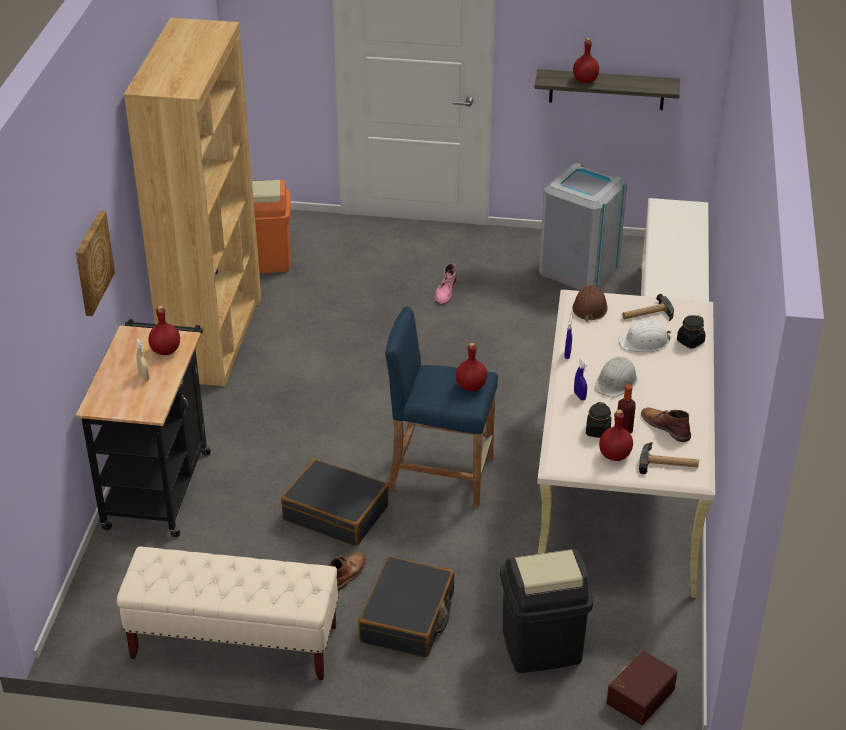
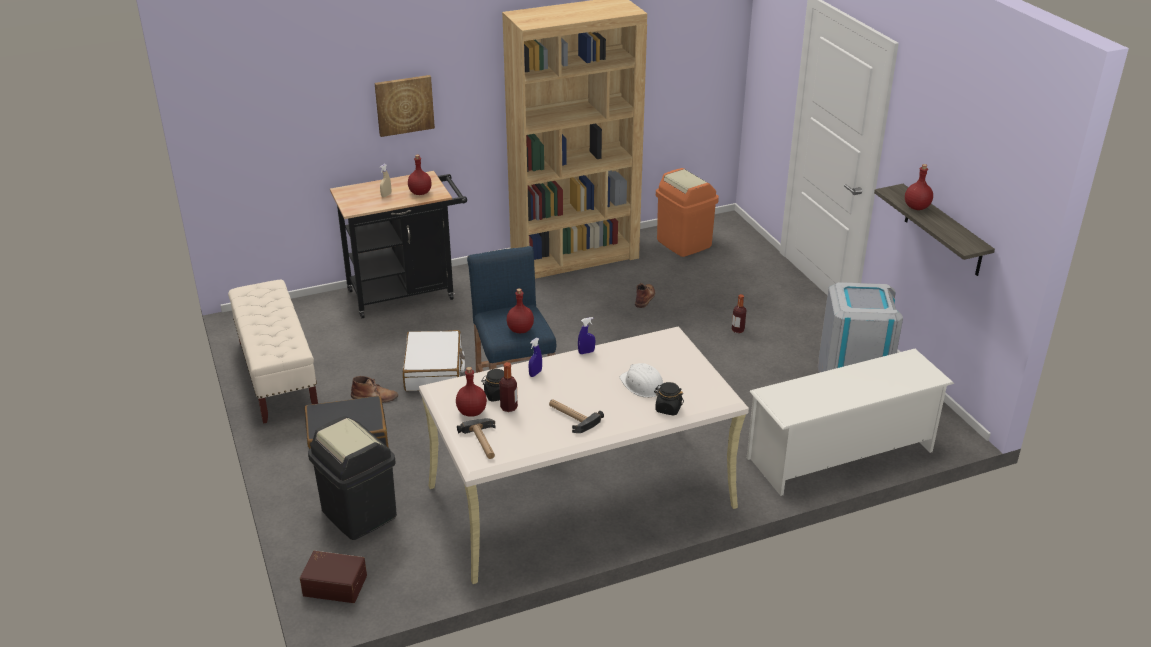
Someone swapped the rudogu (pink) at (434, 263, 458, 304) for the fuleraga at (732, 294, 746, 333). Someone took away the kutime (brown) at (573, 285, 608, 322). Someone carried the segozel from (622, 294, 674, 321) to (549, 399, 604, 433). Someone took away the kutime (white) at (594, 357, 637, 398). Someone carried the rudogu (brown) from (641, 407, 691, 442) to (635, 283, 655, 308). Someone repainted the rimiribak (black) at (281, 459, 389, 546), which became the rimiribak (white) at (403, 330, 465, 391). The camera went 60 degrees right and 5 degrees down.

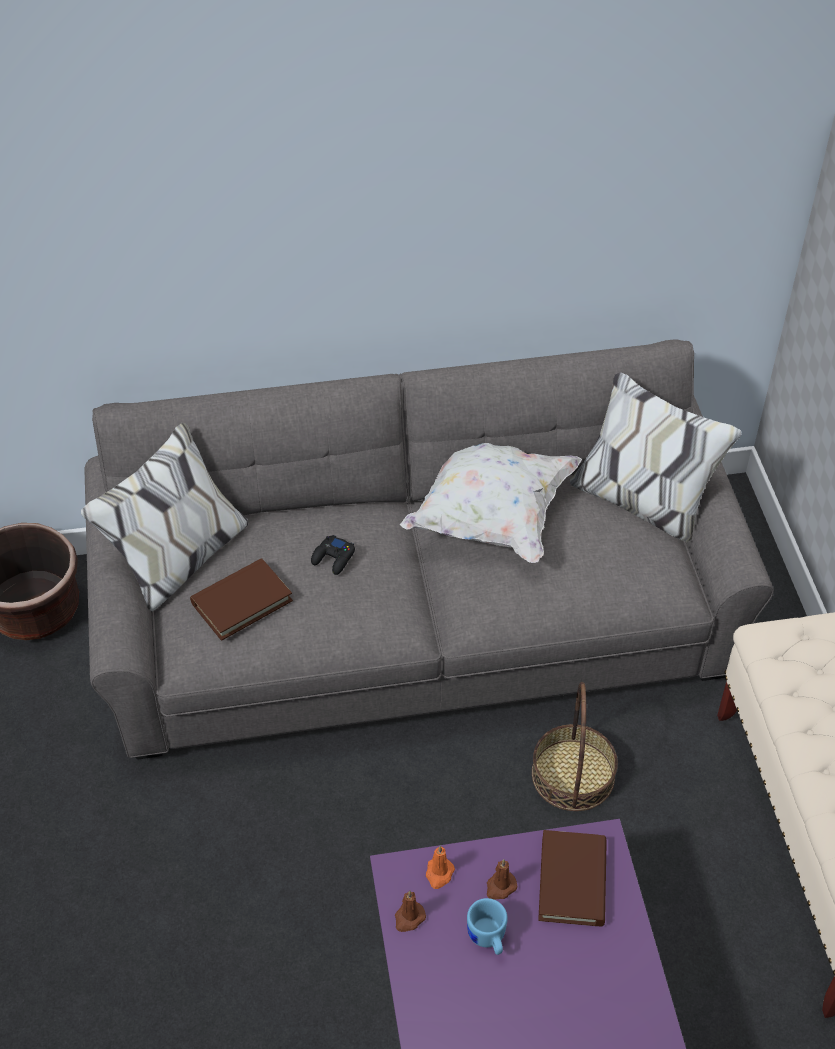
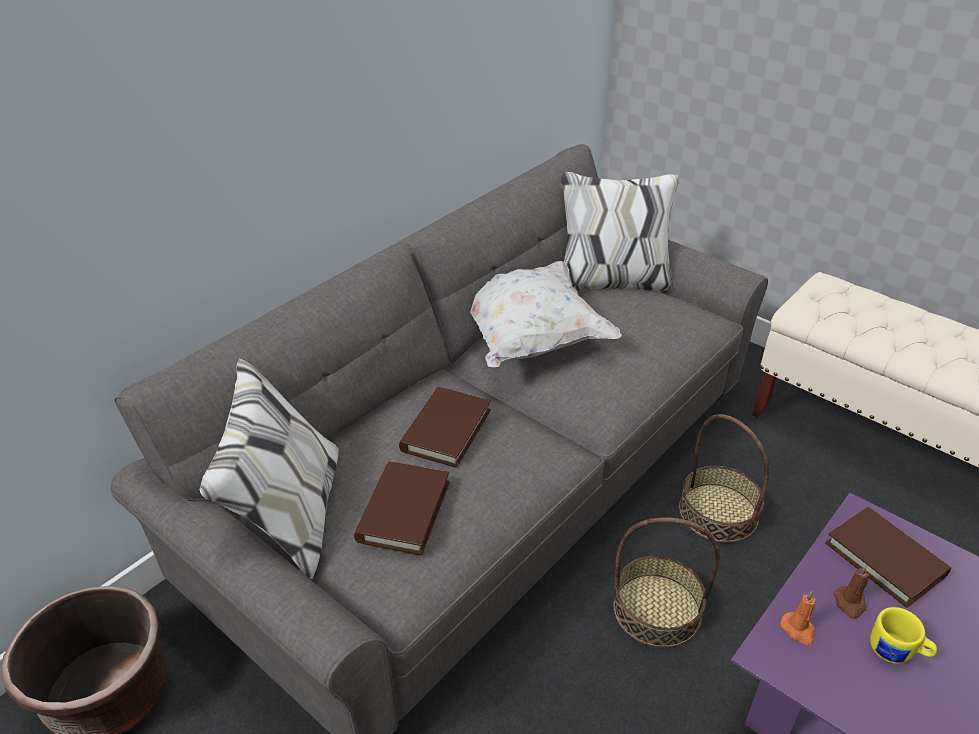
Someone swapped the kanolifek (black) at (311, 535, 355, 575) for the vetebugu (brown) at (399, 387, 491, 468). Someone took away the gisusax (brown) at (395, 891, 426, 932). Someone repainted the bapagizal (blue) at (467, 898, 508, 955), which became the bapagizal (yellow) at (870, 607, 937, 664). Someone put down the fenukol at (613, 517, 720, 648). The camera went 40 degrees left and 10 degrees down.

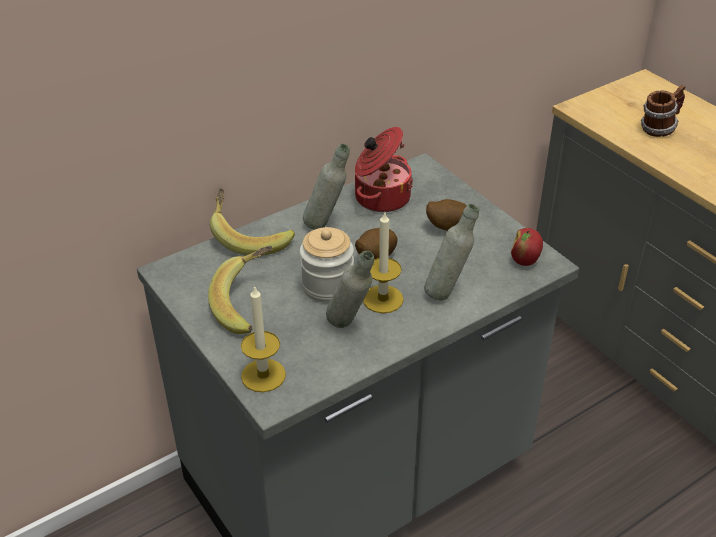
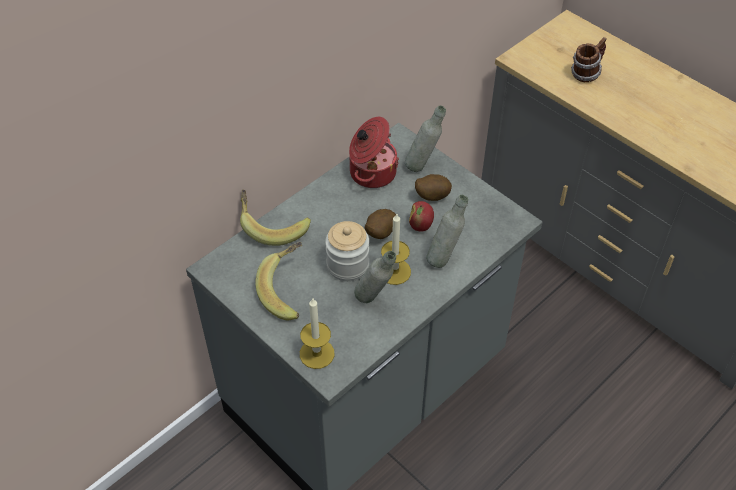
Someone carried the fuleraga (grey) from (303, 144, 350, 230) to (405, 106, 446, 172). Someone carried the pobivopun from (511, 228, 543, 266) to (409, 201, 434, 231). The camera went 10 degrees left and 10 degrees up.

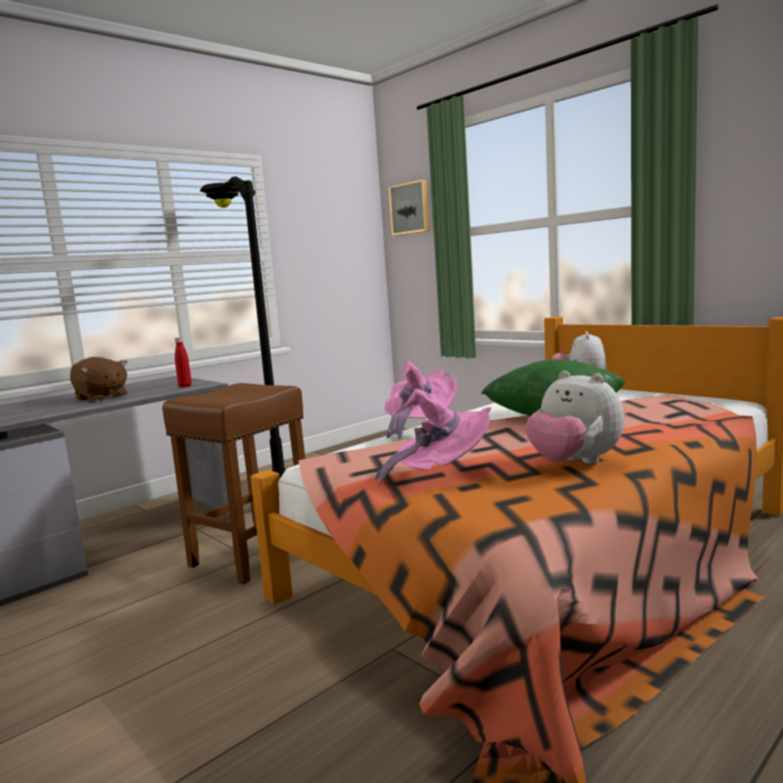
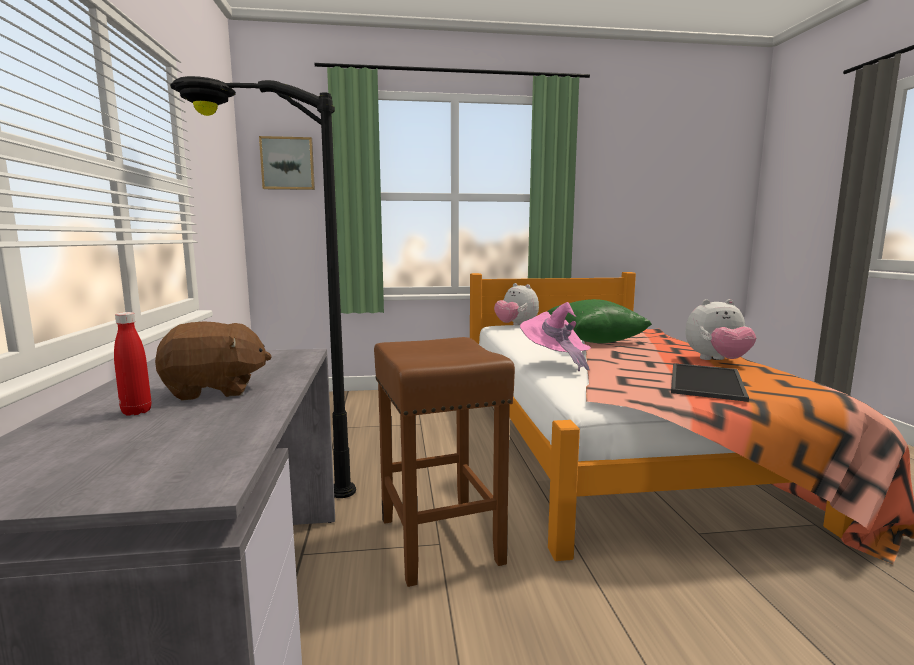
Someone carried the fuleraga (red) from (175, 337, 192, 387) to (114, 312, 151, 416). Someone swapped the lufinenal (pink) at (375, 389, 492, 486) for the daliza at (671, 363, 749, 402). The camera went 55 degrees left and 0 degrees up.

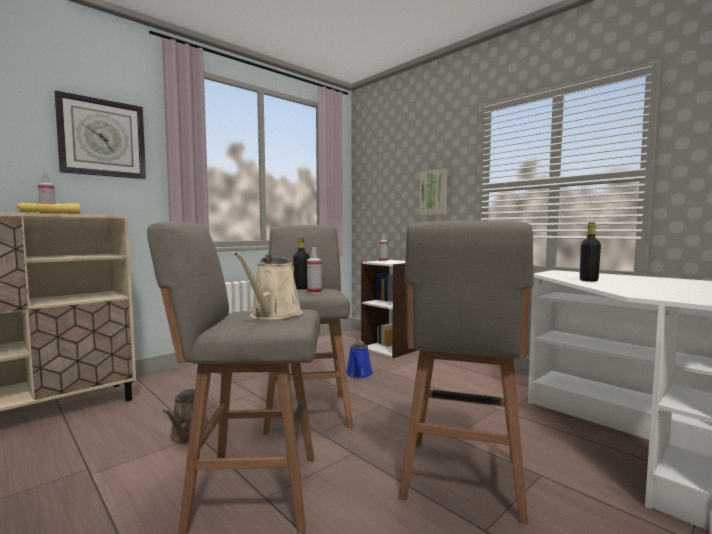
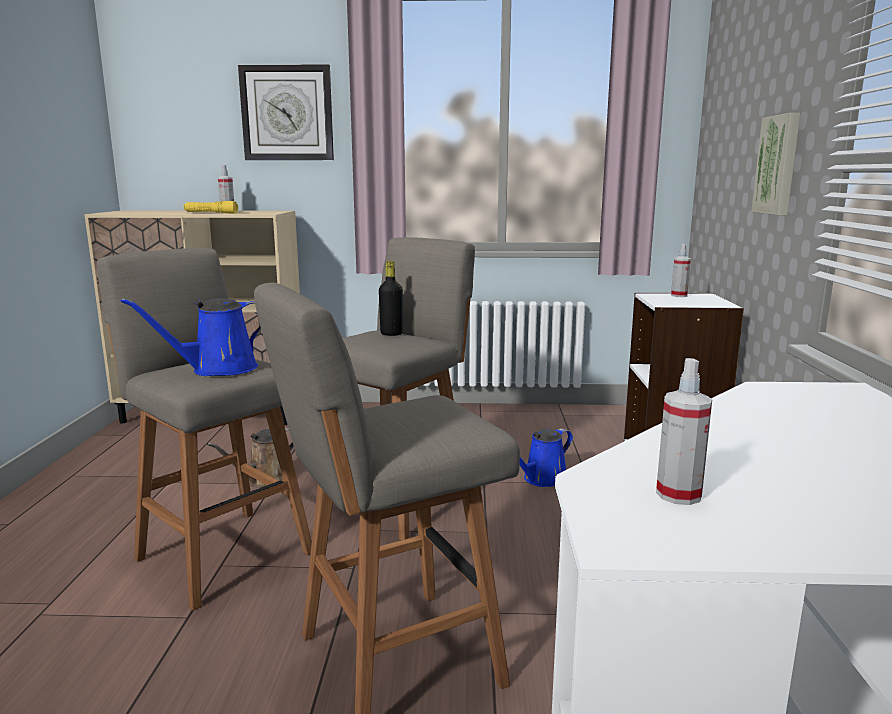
Someone took away the fuleraga (black) at (580, 222, 601, 282). Someone carried the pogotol from (307, 247, 322, 294) to (656, 358, 712, 505). Someone repainted the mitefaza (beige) at (234, 252, 302, 320), which became the mitefaza (blue) at (121, 298, 261, 376). The camera went 45 degrees right and 10 degrees up.

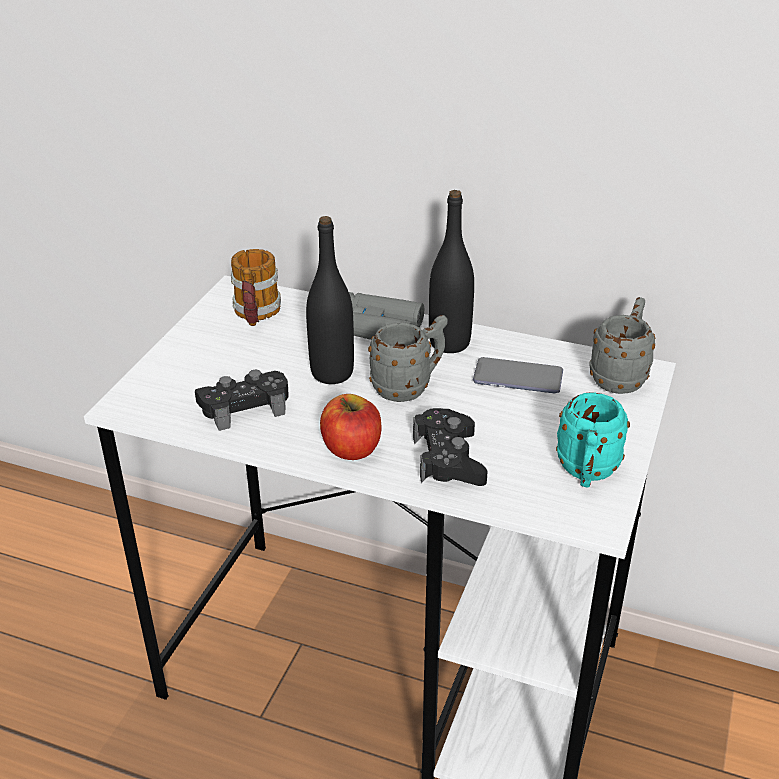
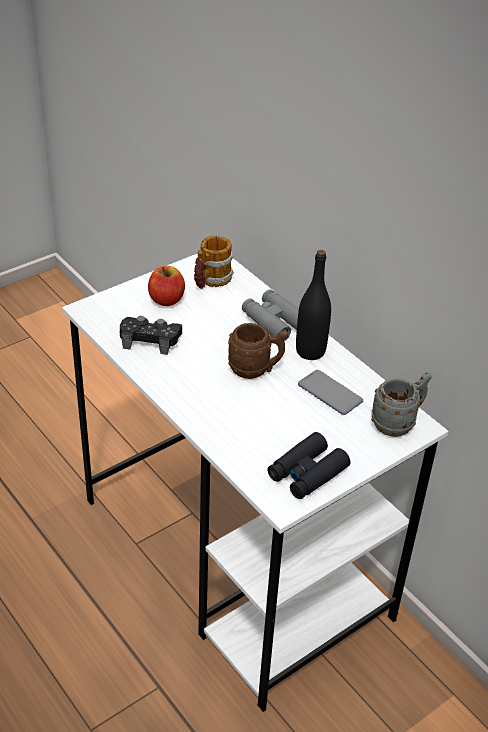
Someone took away the fuleraga (black) at (306, 216, 354, 384). Someone repainted the bapagizal (grey) at (368, 315, 448, 402), which became the bapagizal (brown) at (228, 323, 288, 379). Someone swapped the bapagizal (turquoise) at (556, 392, 630, 488) for the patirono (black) at (267, 432, 350, 499). Someone carried the pobivopun from (320, 394, 381, 460) to (148, 266, 185, 306). Someone took away the kanolifek (black) at (413, 408, 488, 486). The camera went 30 degrees right and 5 degrees up.

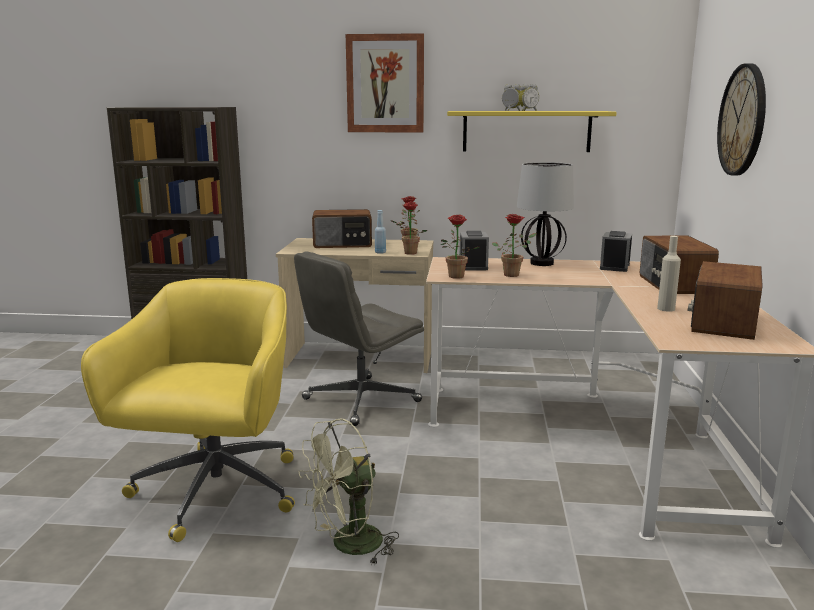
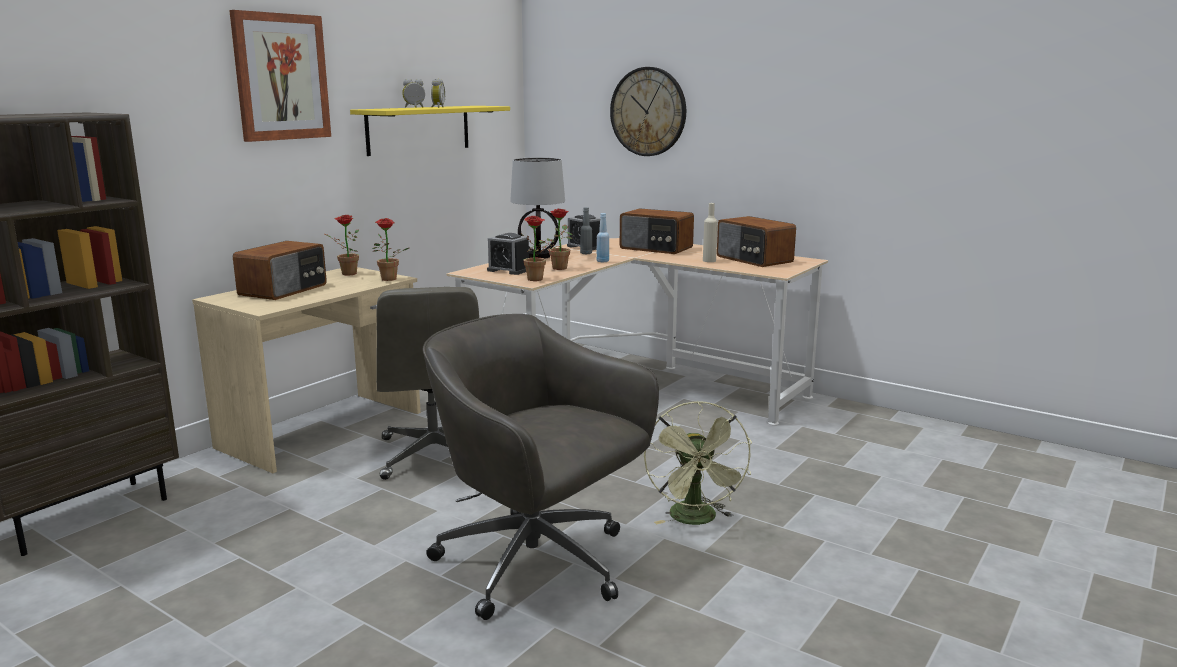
Someone carried the fuleraga (blue) from (375, 210, 386, 254) to (597, 213, 609, 262). Someone repainted the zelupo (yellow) at (81, 278, 295, 542), which became the zelupo (grey) at (423, 314, 659, 620). Someone put down the fuleraga (grey) at (580, 207, 592, 254). The camera went 60 degrees left and 0 degrees up.

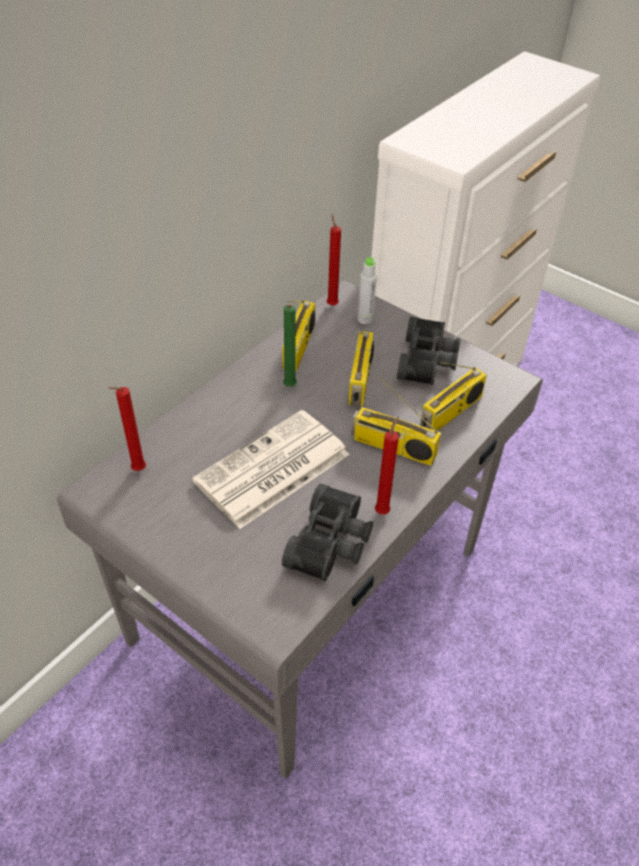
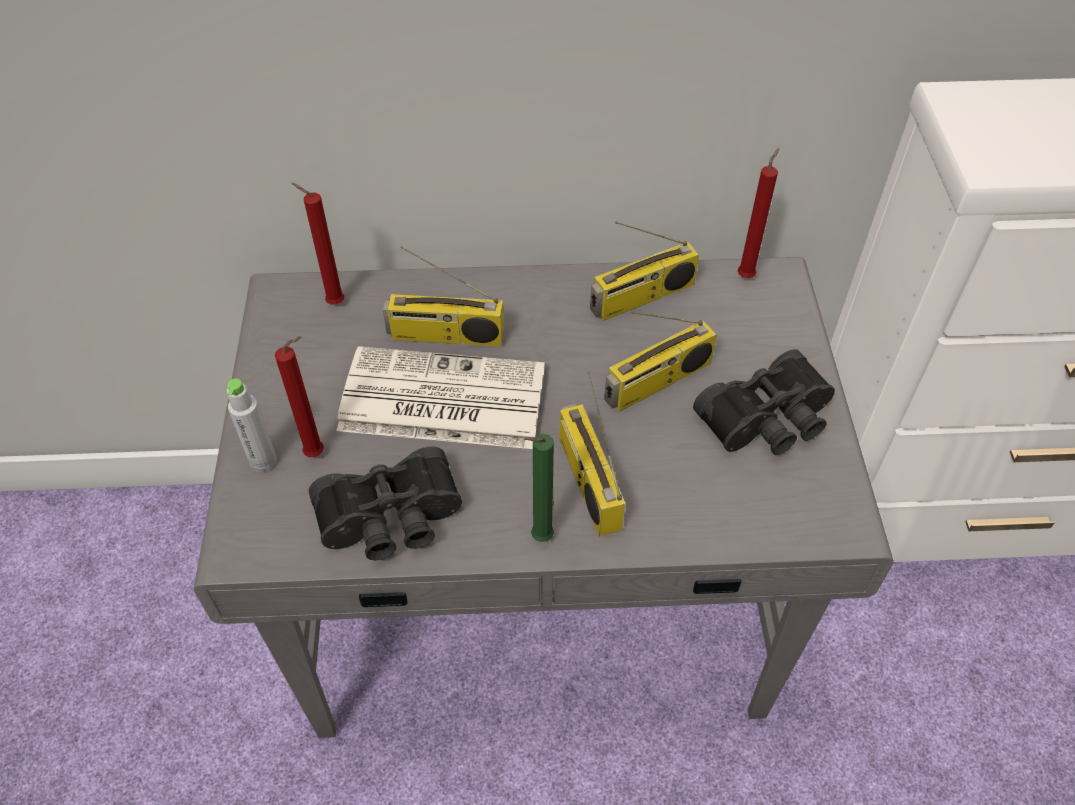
Someone carried the fuleraga (grey) from (357, 257, 377, 324) to (227, 379, 277, 472). Someone carried the gisusax (green) from (283, 304, 297, 387) to (524, 434, 554, 542). Someone carried the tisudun from (420, 362, 487, 430) to (383, 246, 504, 346). Someone carried the gisusax (red) from (375, 417, 399, 515) to (275, 336, 324, 457). The camera went 50 degrees right and 5 degrees up.

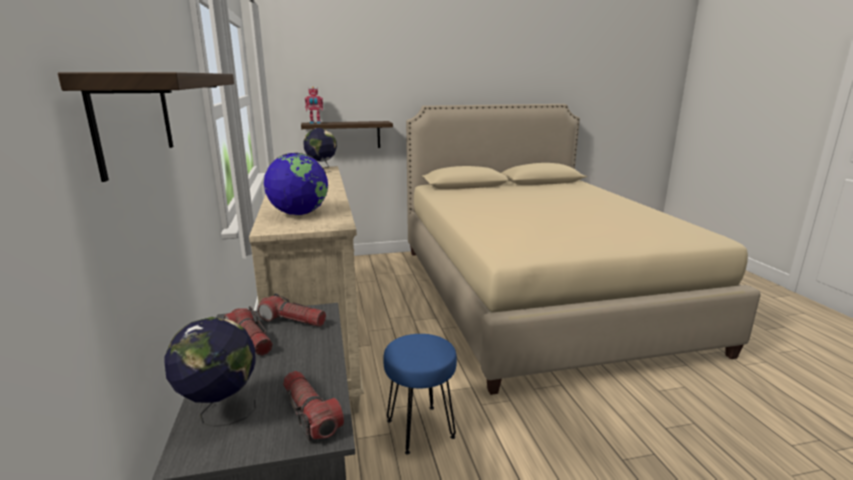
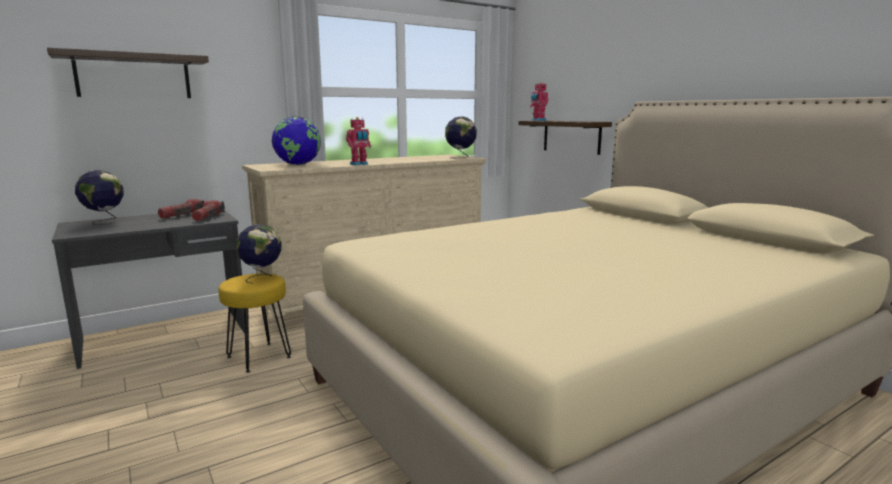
Someone repainted the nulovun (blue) at (383, 334, 457, 455), which became the nulovun (yellow) at (219, 273, 291, 373). Someone took away the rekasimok at (283, 371, 344, 441). Someone put down the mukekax at (346, 117, 371, 165). Someone put down the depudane at (236, 224, 282, 283). The camera went 70 degrees right and 5 degrees down.

